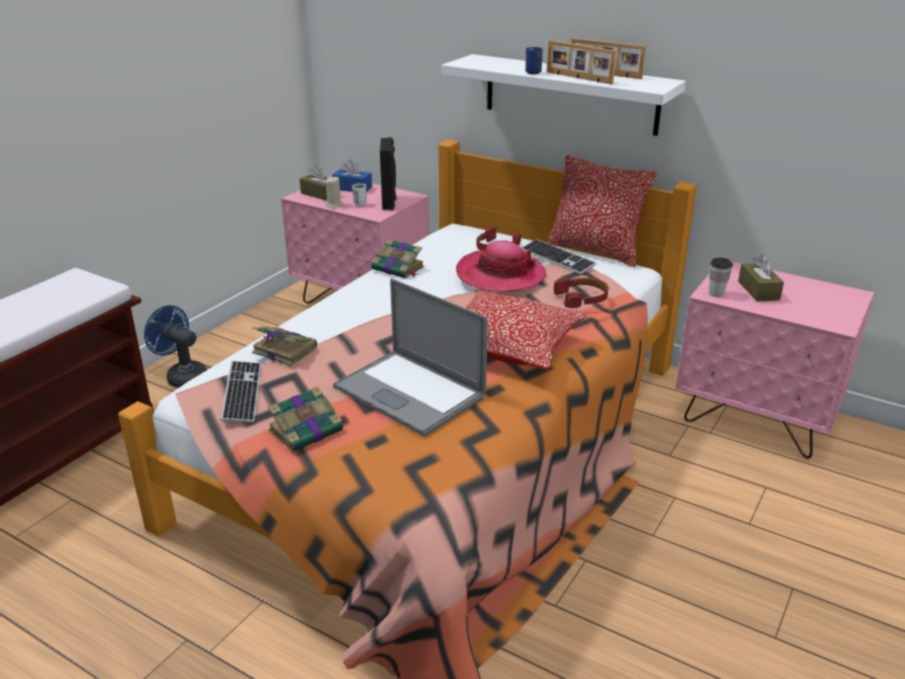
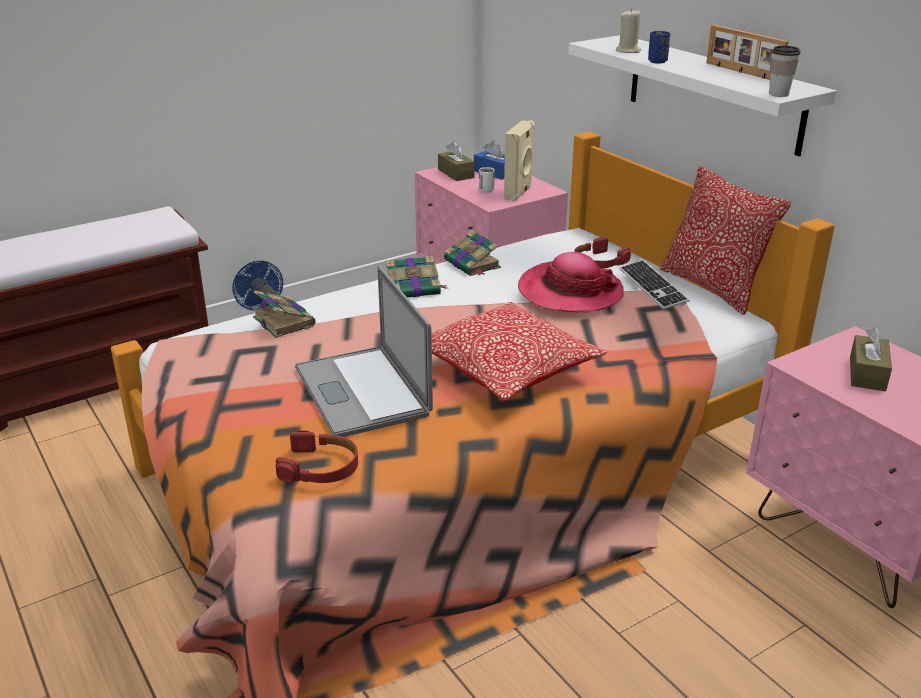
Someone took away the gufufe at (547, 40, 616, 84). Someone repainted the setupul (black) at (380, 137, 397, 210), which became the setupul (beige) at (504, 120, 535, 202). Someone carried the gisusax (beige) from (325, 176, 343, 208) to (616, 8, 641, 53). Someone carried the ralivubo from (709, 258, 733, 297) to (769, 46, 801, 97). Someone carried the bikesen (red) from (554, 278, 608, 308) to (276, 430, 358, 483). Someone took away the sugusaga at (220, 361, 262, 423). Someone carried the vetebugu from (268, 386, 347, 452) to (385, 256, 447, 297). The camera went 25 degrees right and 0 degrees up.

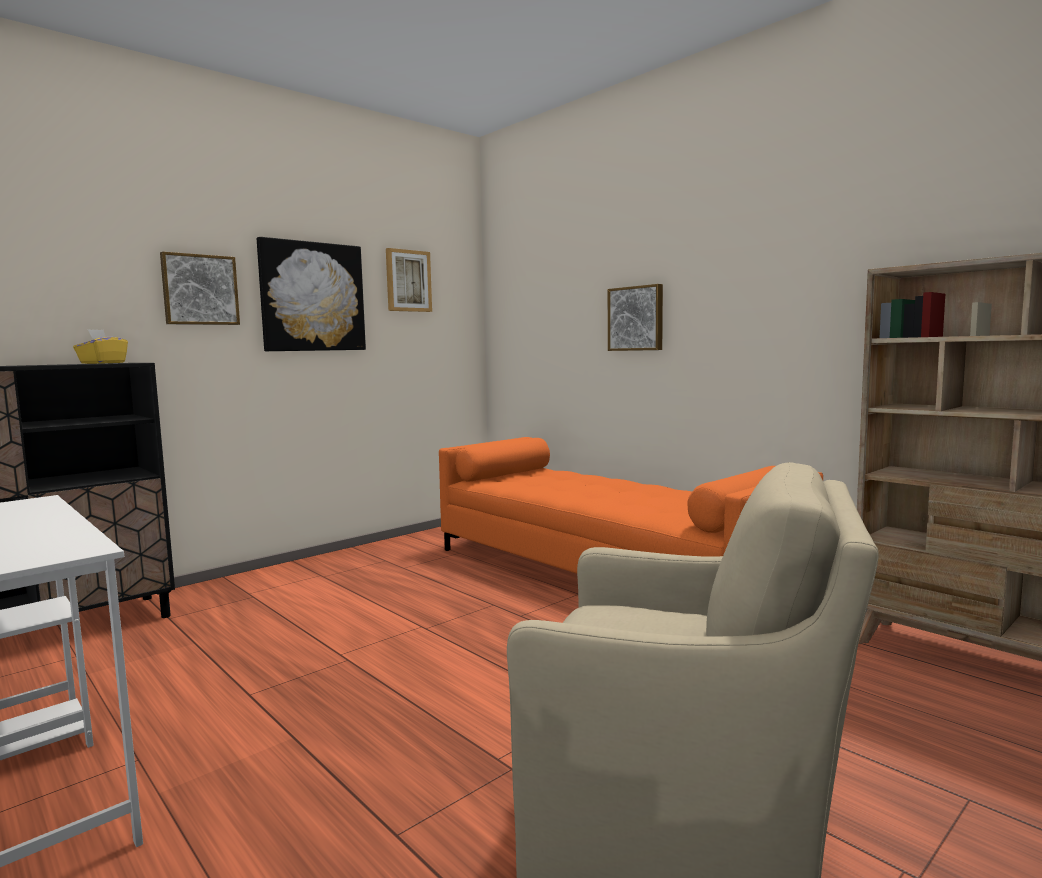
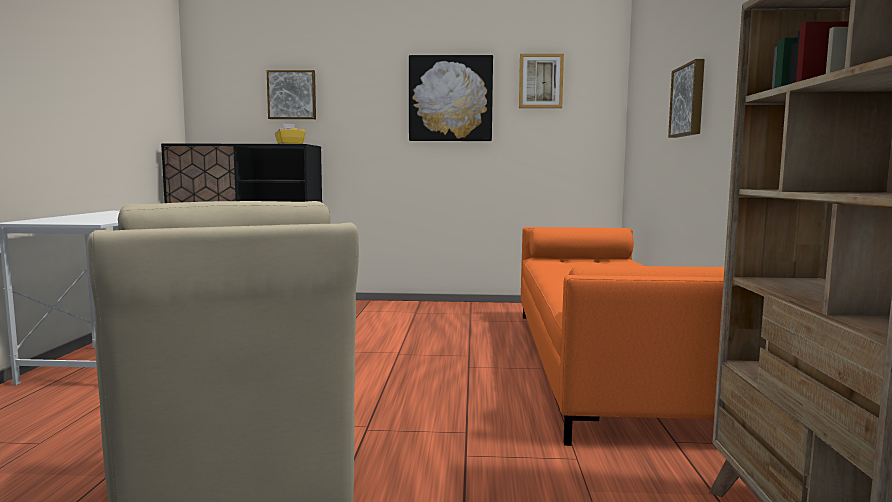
Someone carried the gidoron from (160, 252, 240, 325) to (267, 70, 316, 119). The camera went 45 degrees right and 0 degrees up.

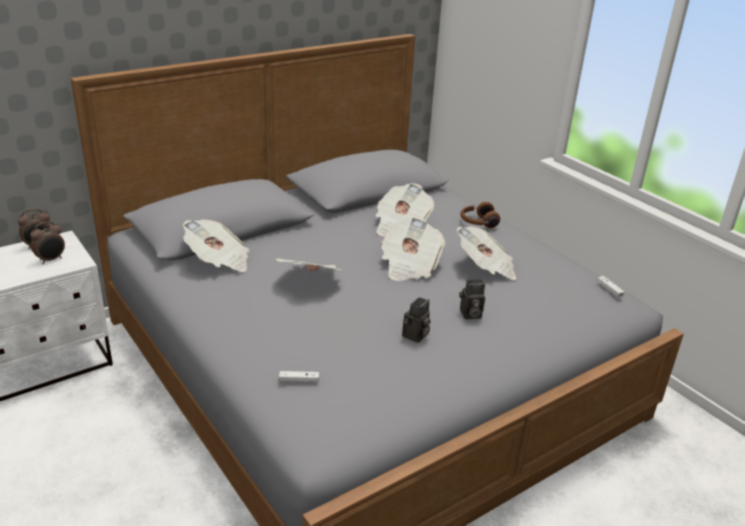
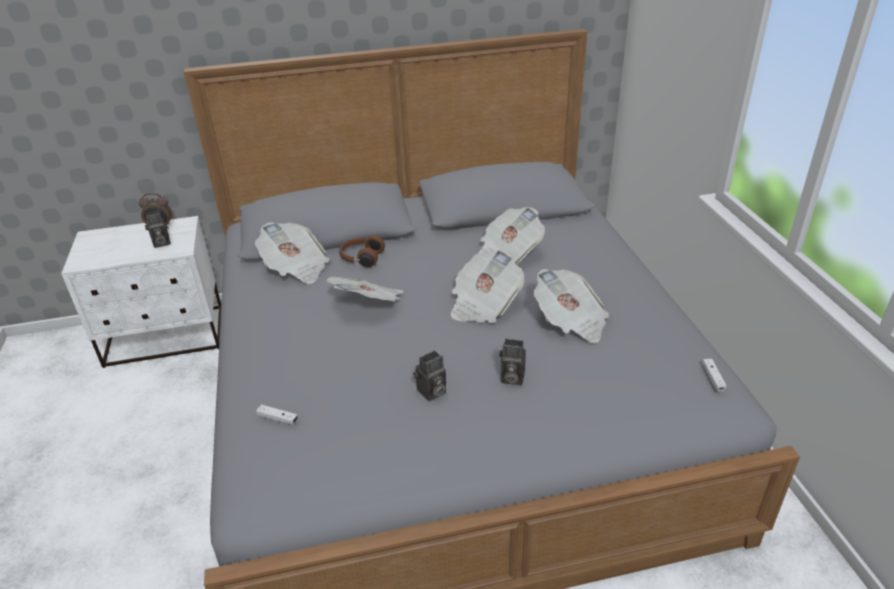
Someone carried the bikesen (brown) from (460, 202, 500, 228) to (339, 235, 385, 267). Someone swapped the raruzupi at (30, 221, 65, 264) for the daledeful at (145, 211, 171, 248). The camera went 25 degrees right and 5 degrees up.

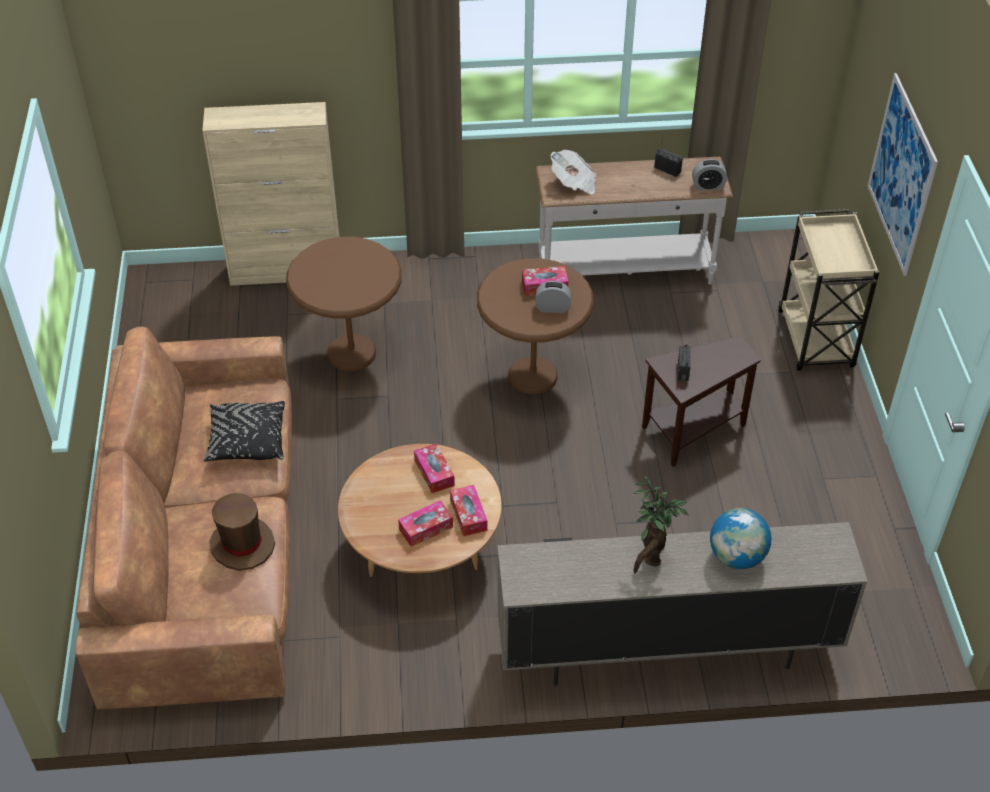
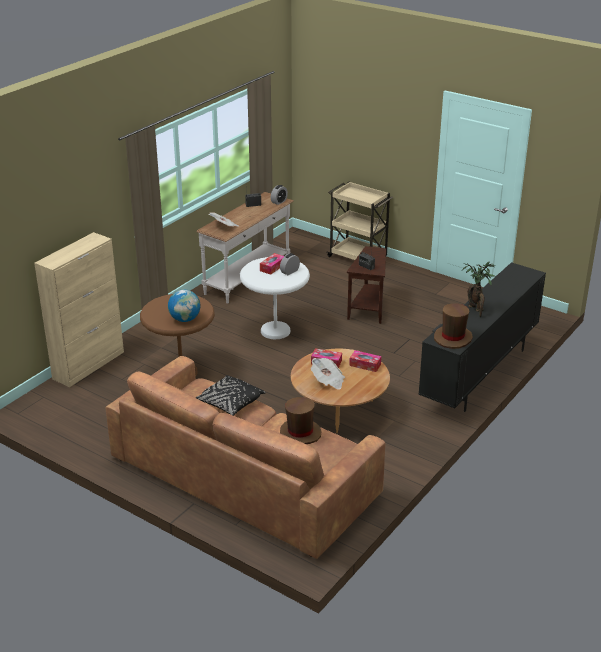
Someone took away the gidoron at (868, 73, 938, 276). Someone repainted the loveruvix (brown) at (477, 258, 594, 394), which became the loveruvix (white) at (240, 257, 310, 339). Someone took away the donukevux at (398, 500, 453, 547). Someone carried the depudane from (710, 508, 772, 569) to (168, 289, 200, 322). Someone repainted the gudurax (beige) at (497, 522, 868, 686), which became the gudurax (black) at (419, 262, 546, 412). Someone put down the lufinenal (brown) at (434, 303, 473, 349). Someone put down the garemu at (311, 358, 345, 390). The camera went 50 degrees left and 15 degrees down.

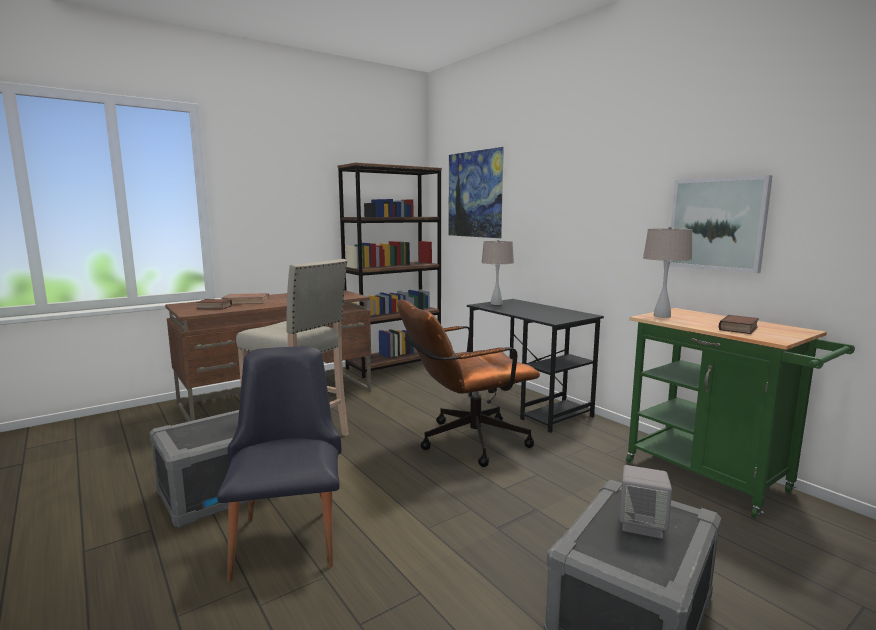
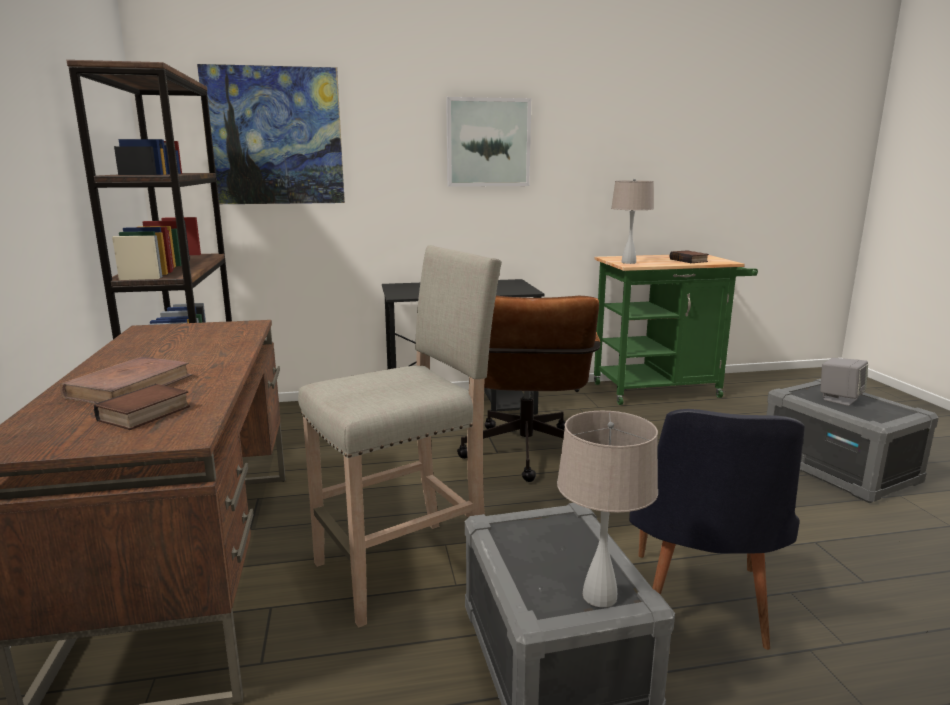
Someone carried the gidoron from (669, 175, 773, 274) to (446, 97, 531, 187). Someone carried the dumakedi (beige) from (481, 240, 514, 305) to (557, 411, 658, 607). Someone rotated the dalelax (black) at (217, 346, 342, 582) by 90 degrees counterclockwise. The camera went 65 degrees left and 5 degrees up.

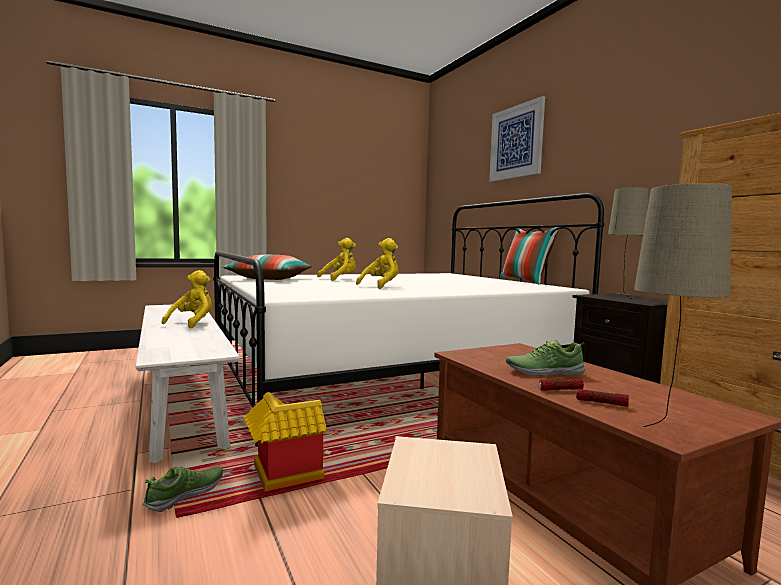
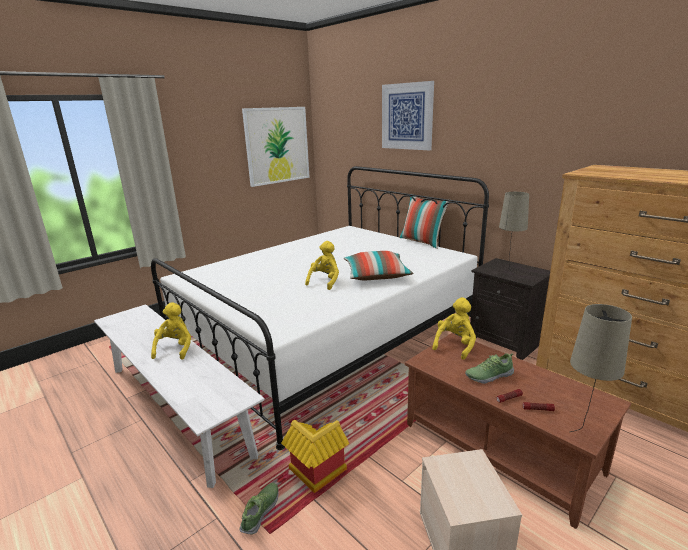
Someone carried the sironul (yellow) from (317, 238, 356, 281) to (432, 297, 476, 360). Someone carried the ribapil from (223, 254, 312, 280) to (344, 251, 413, 280). Someone put up the gidoron at (242, 107, 310, 187). The camera went 15 degrees left and 15 degrees up.

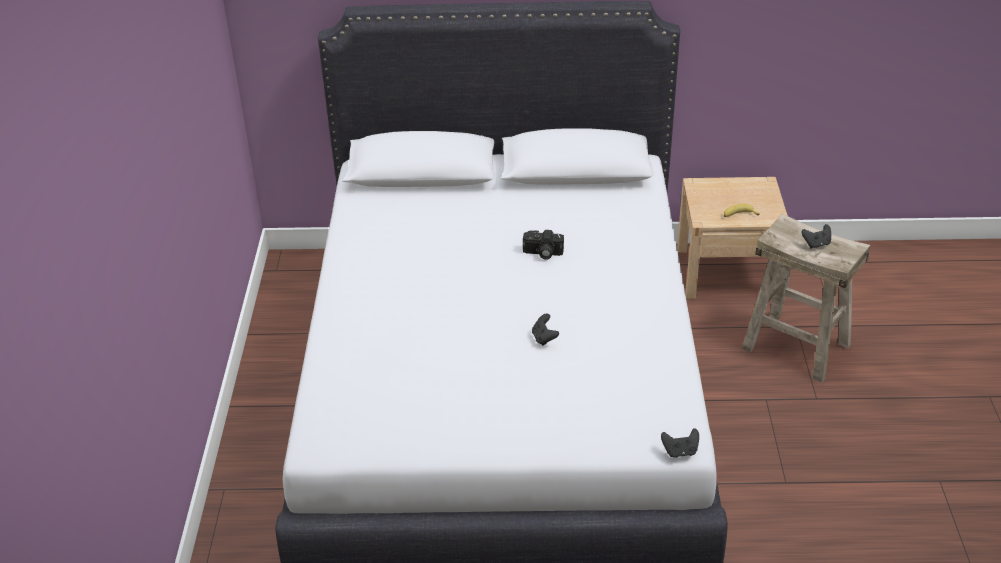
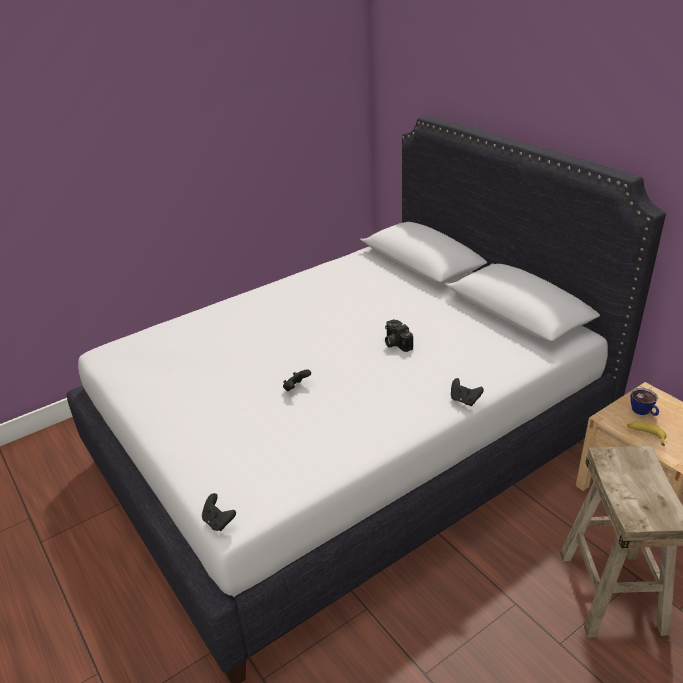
Someone carried the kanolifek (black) from (801, 224, 831, 249) to (451, 378, 484, 406). Someone put down the ralivubo at (630, 388, 659, 416). The camera went 55 degrees right and 5 degrees down.

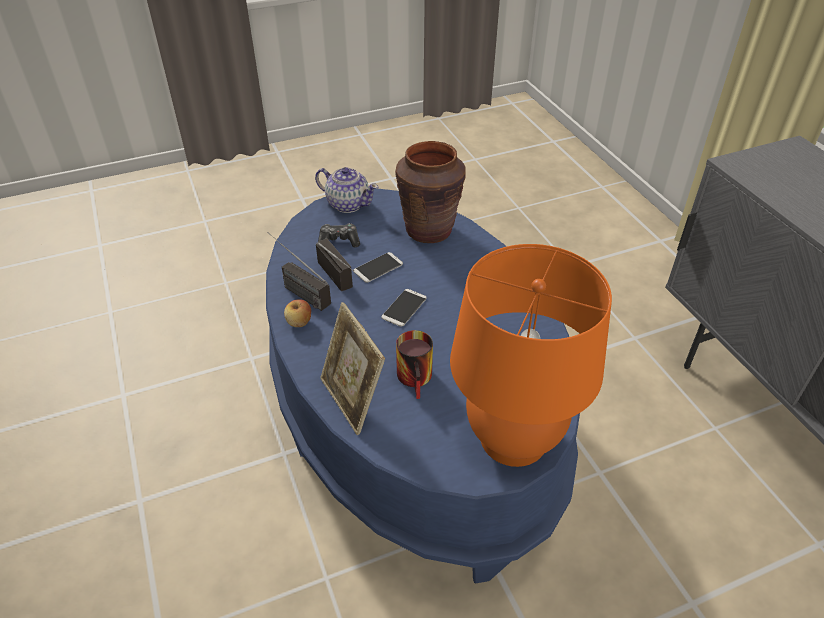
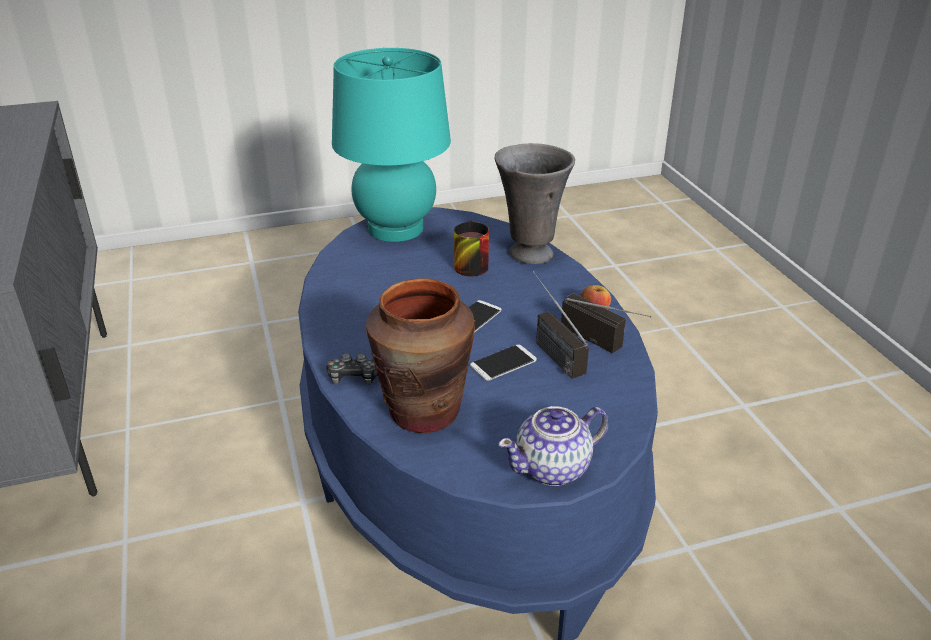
Someone rotated the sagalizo at (315, 167, 378, 213) by 60 degrees counterclockwise. Someone carried the kanolifek from (318, 223, 360, 247) to (326, 353, 378, 384). Someone repainted the dumakedi (orange) at (450, 244, 612, 467), which became the dumakedi (turquoise) at (332, 48, 451, 242). Someone swapped the gufufe at (320, 302, 385, 435) for the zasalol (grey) at (494, 143, 575, 264). The camera went 175 degrees left and 10 degrees down.

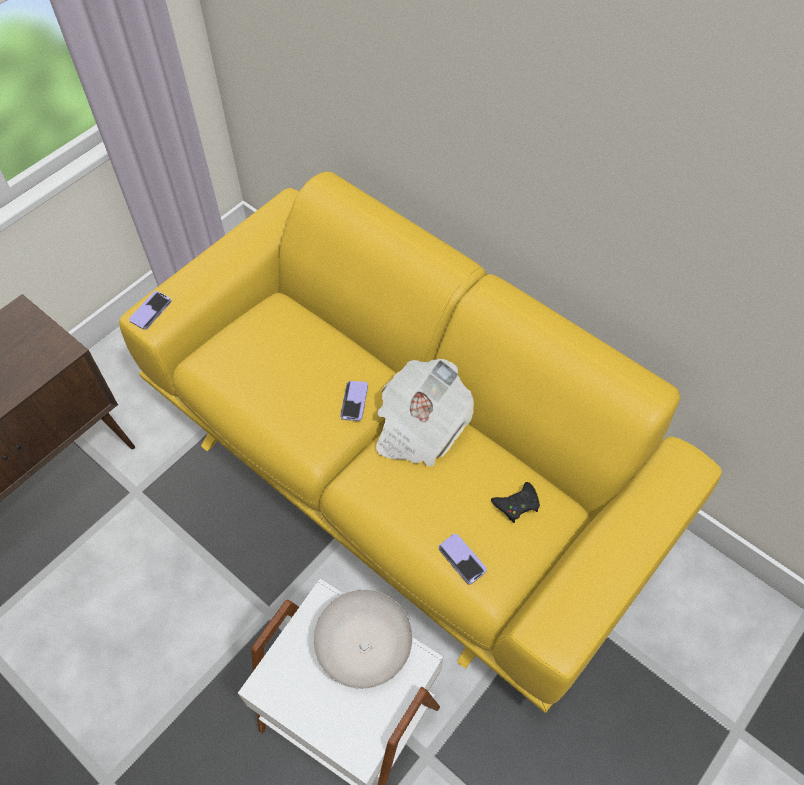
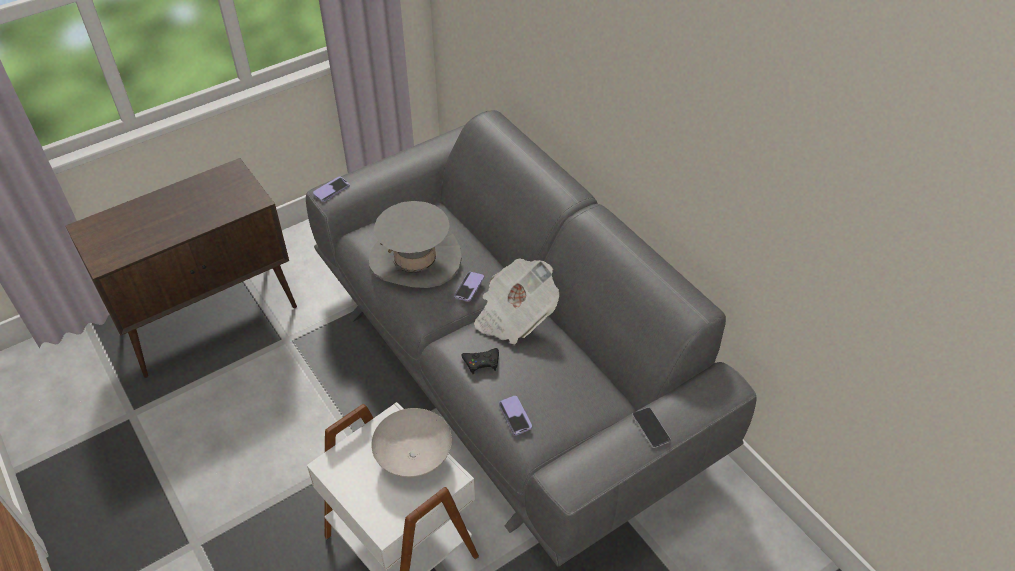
Someone repainted the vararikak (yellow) at (119, 172, 722, 713), which became the vararikak (grey) at (306, 110, 757, 567). Someone carried the kanolifek (black) from (491, 482, 540, 523) to (462, 348, 499, 374). Someone put down the lufinenal (grey) at (369, 201, 462, 288). Someone put down the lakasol at (632, 407, 671, 448). The camera went 15 degrees right and 10 degrees down.

